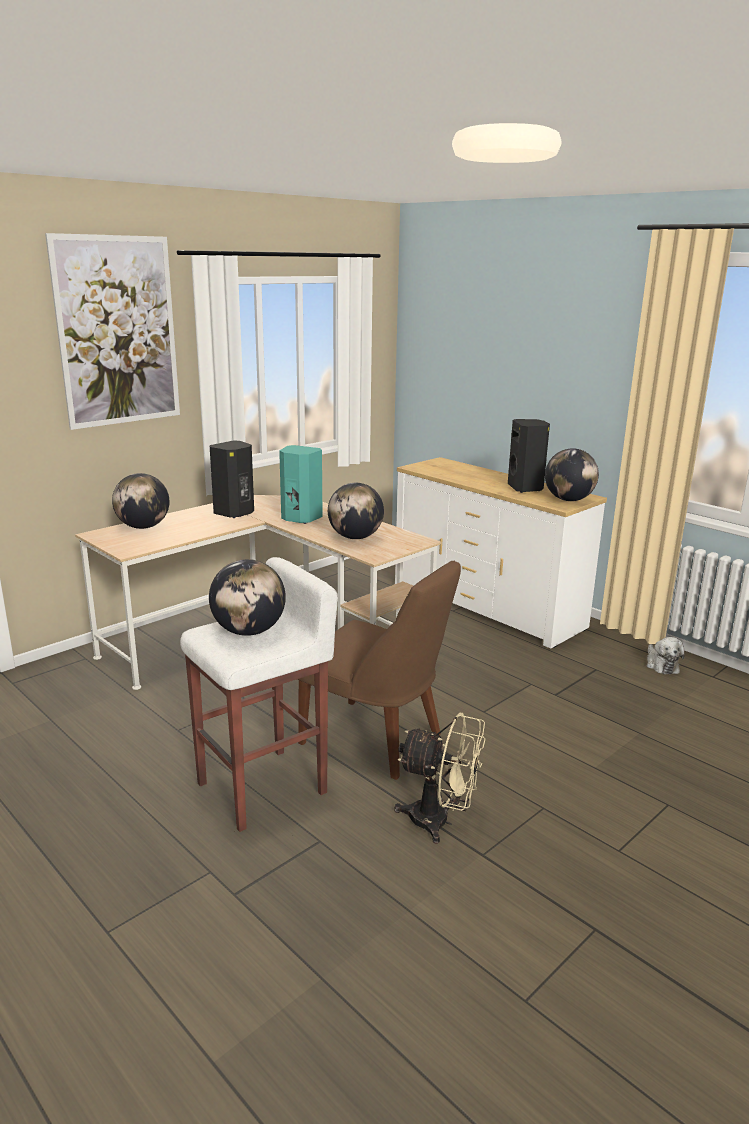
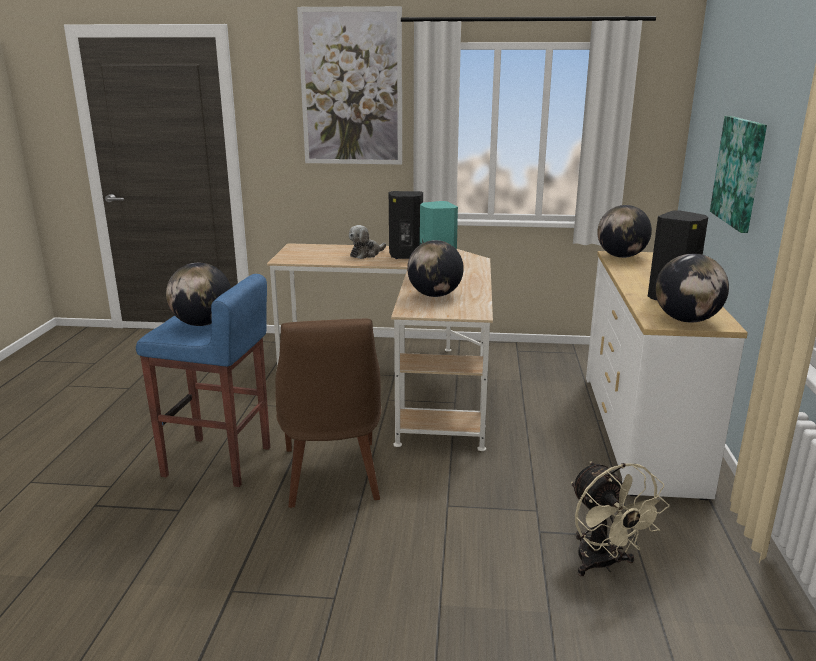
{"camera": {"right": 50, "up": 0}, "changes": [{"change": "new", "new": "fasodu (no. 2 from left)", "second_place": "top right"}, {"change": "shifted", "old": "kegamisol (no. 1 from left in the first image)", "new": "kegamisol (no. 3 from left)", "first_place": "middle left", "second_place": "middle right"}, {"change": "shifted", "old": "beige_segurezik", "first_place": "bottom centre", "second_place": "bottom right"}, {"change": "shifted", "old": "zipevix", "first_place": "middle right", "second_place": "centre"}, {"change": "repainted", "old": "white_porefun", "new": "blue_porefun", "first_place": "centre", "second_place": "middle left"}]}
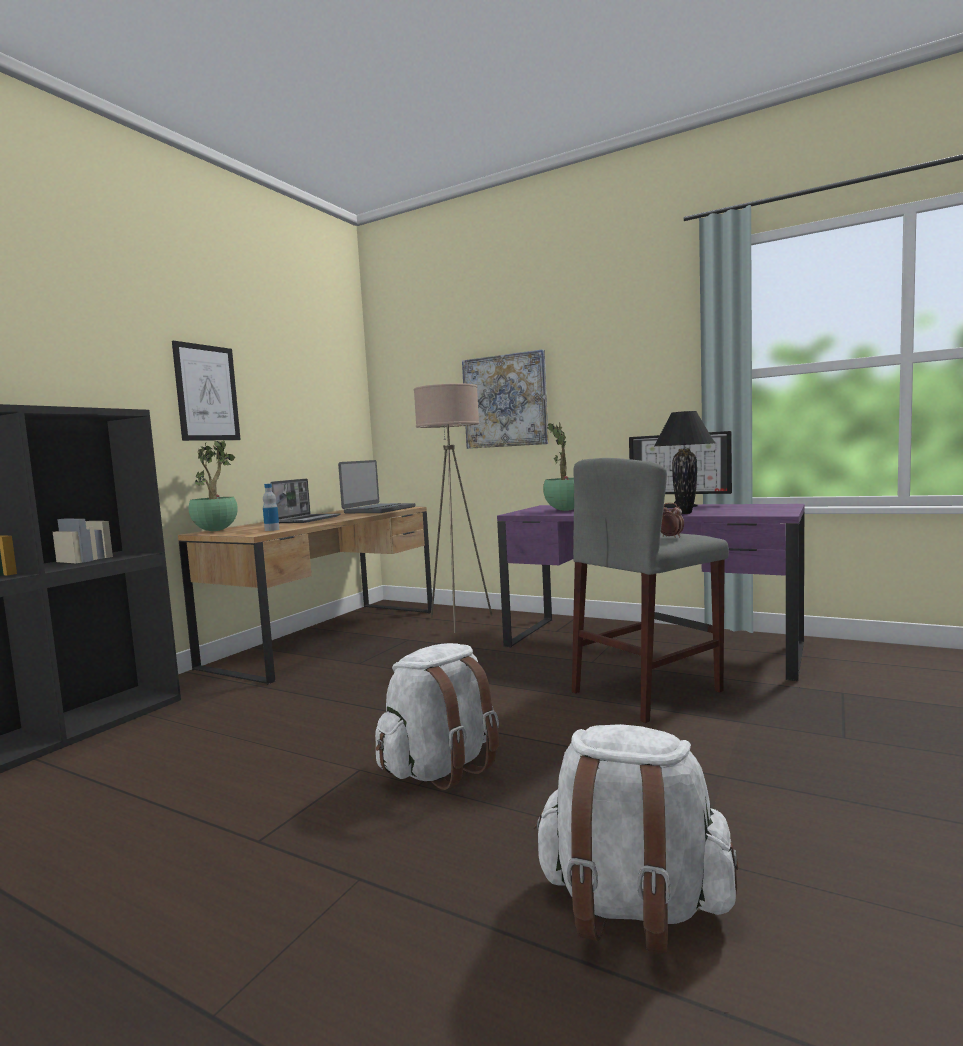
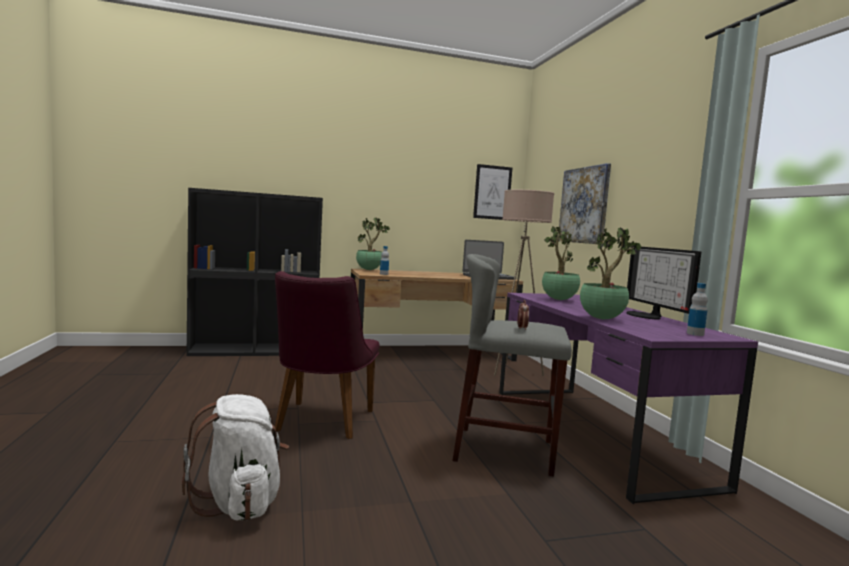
{"camera": {"right": 45, "up": 0}, "changes": [{"change": "gone", "old": "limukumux (no. 1 from left)", "first_place": "middle left"}, {"change": "new", "new": "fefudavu (no. 2 from left)", "second_place": "middle right"}, {"change": "shifted", "old": "fasodu (no. 1 from left)", "first_place": "middle left", "second_place": "centre"}, {"change": "swapped", "old": "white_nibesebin (no. 1 from left)", "new": "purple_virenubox", "first_place": "bottom centre", "second_place": "centre"}, {"change": "swapped", "old": "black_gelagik", "new": "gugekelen (no. 3 from left)", "first_place": "middle right", "second_place": "middle right"}]}
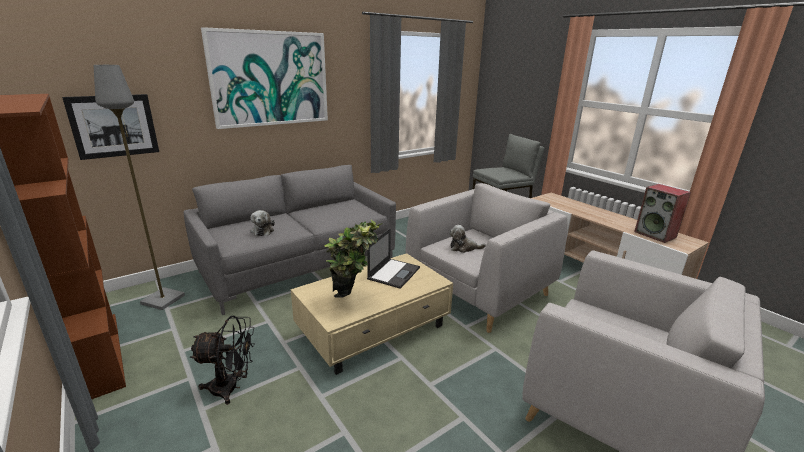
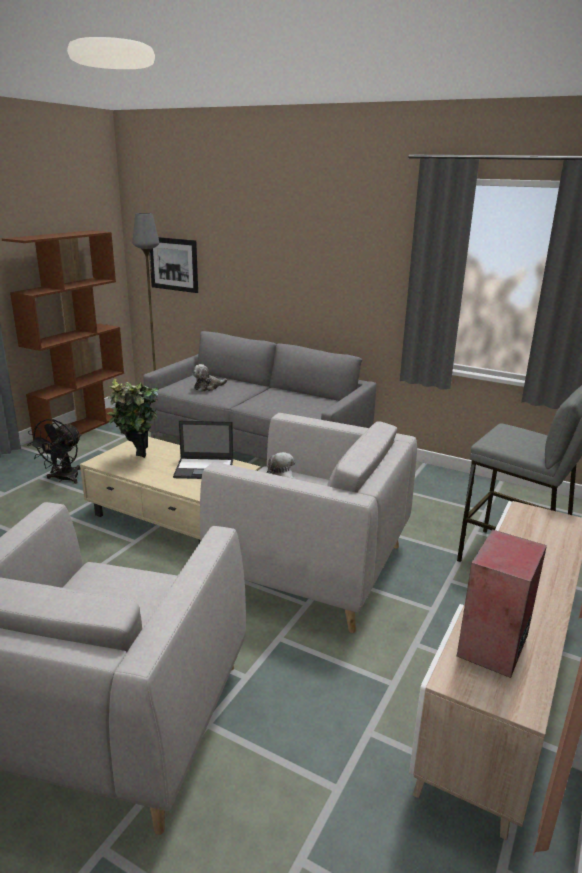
{"camera": {"right": 65, "up": 0}, "changes": [{"change": "gone", "old": "fasodu (no. 2 from left)", "first_place": "top left"}, {"change": "rotated", "old": "black_segurezik", "first_place": "bottom left", "second_place": "middle left", "degrees": 45}]}
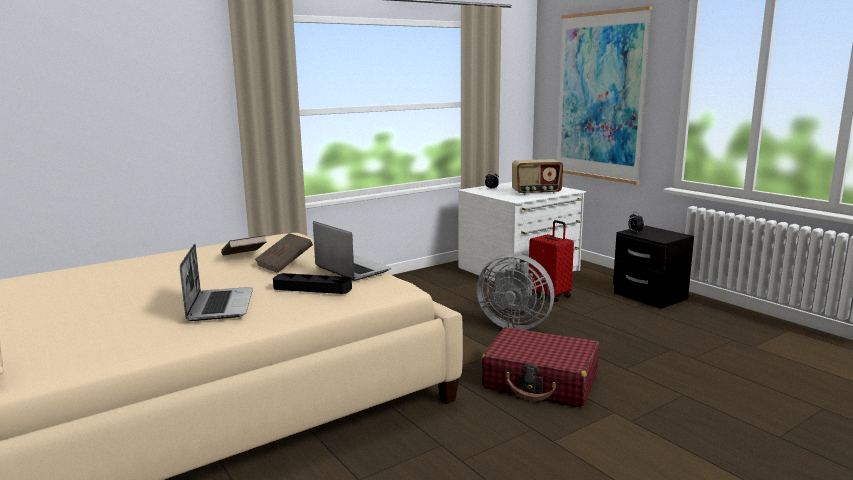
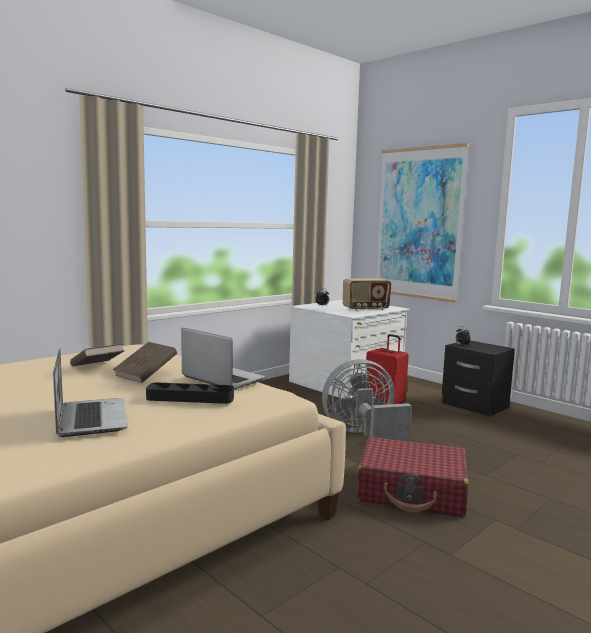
{"camera": {"right": -10, "up": -5}, "changes": [{"change": "rotated", "old": "grey_segurezik", "first_place": "centre", "second_place": "centre", "degrees": 150}]}
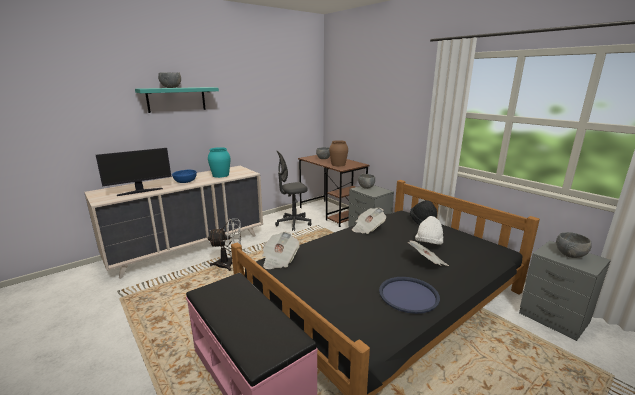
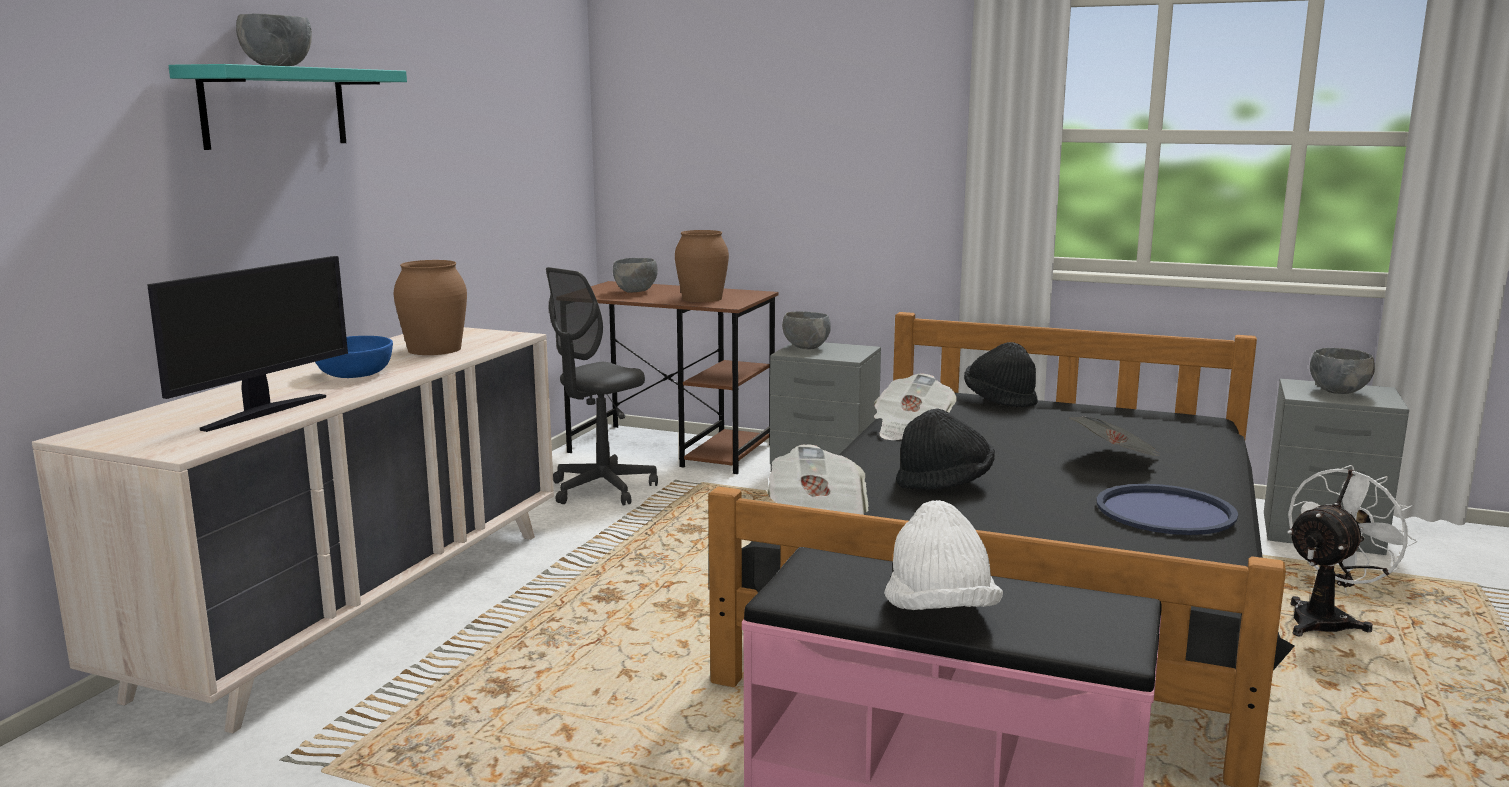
{"camera": {"right": -30, "up": -5}, "changes": [{"change": "new", "new": "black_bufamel (no. 1 from left)", "second_place": "centre"}, {"change": "shifted", "old": "white_segurezik", "first_place": "centre", "second_place": "bottom right"}, {"change": "shifted", "old": "white_bufamel", "first_place": "middle right", "second_place": "bottom centre"}, {"change": "repainted", "old": "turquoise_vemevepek", "new": "brown_vemevepek (no. 1 from left)", "first_place": "centre", "second_place": "middle left"}]}
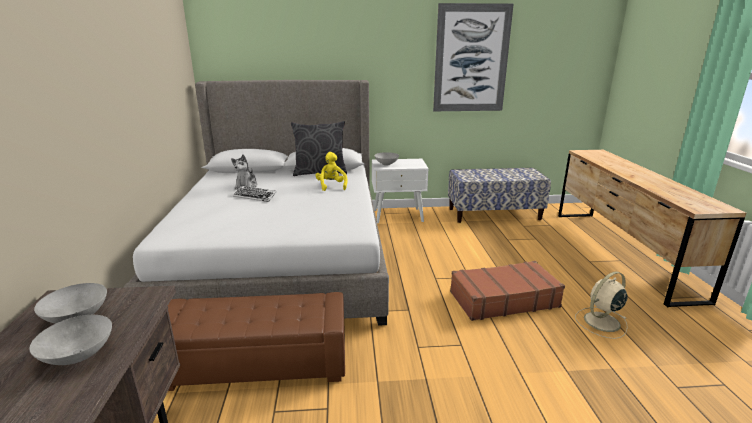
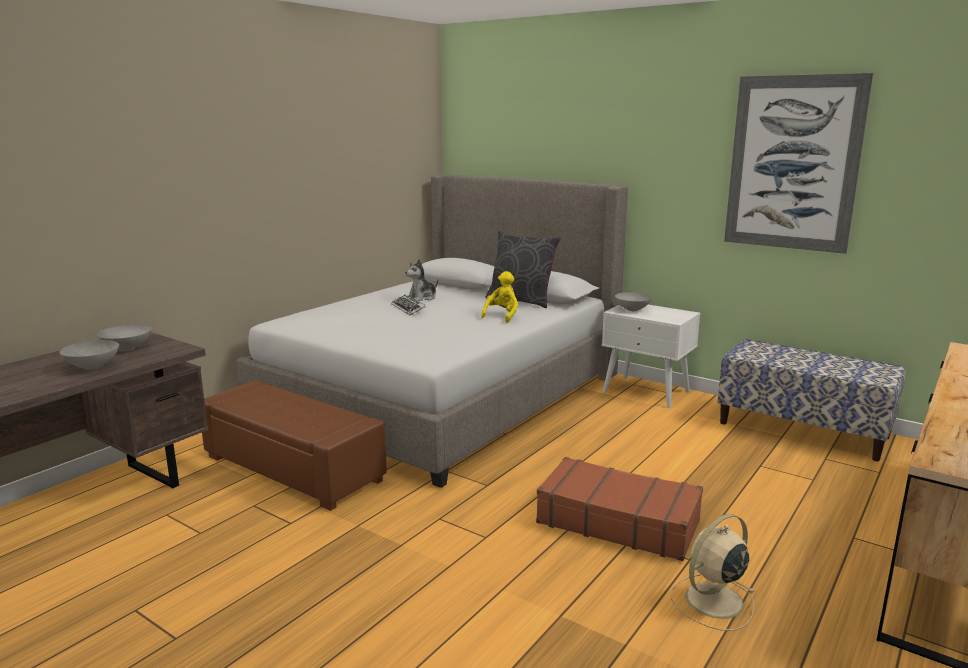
{"camera": {"right": 40, "up": -5}, "changes": [{"change": "rotated", "old": "beige_segurezik", "first_place": "bottom right", "second_place": "bottom right", "degrees": -45}]}
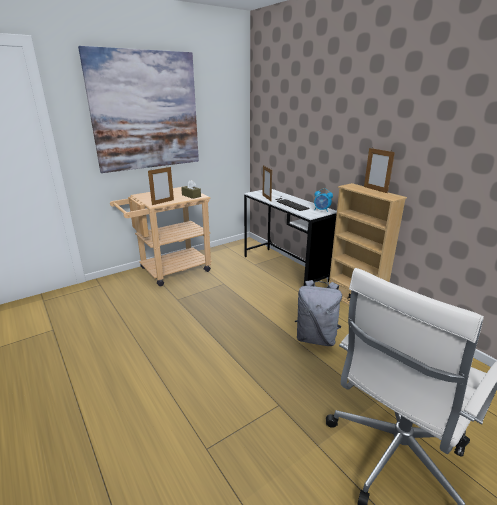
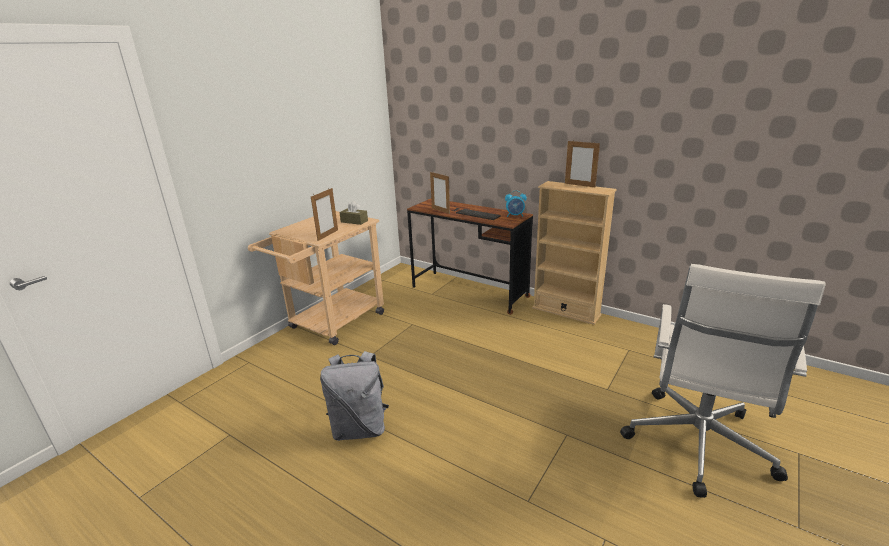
{"camera": {"right": -20, "up": 0}, "changes": [{"change": "gone", "old": "fasodu", "first_place": "top left"}, {"change": "shifted", "old": "grey_nibesebin", "first_place": "centre", "second_place": "bottom centre"}, {"change": "repainted", "old": "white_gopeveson", "new": "brown_gopeveson", "first_place": "centre", "second_place": "centre"}]}
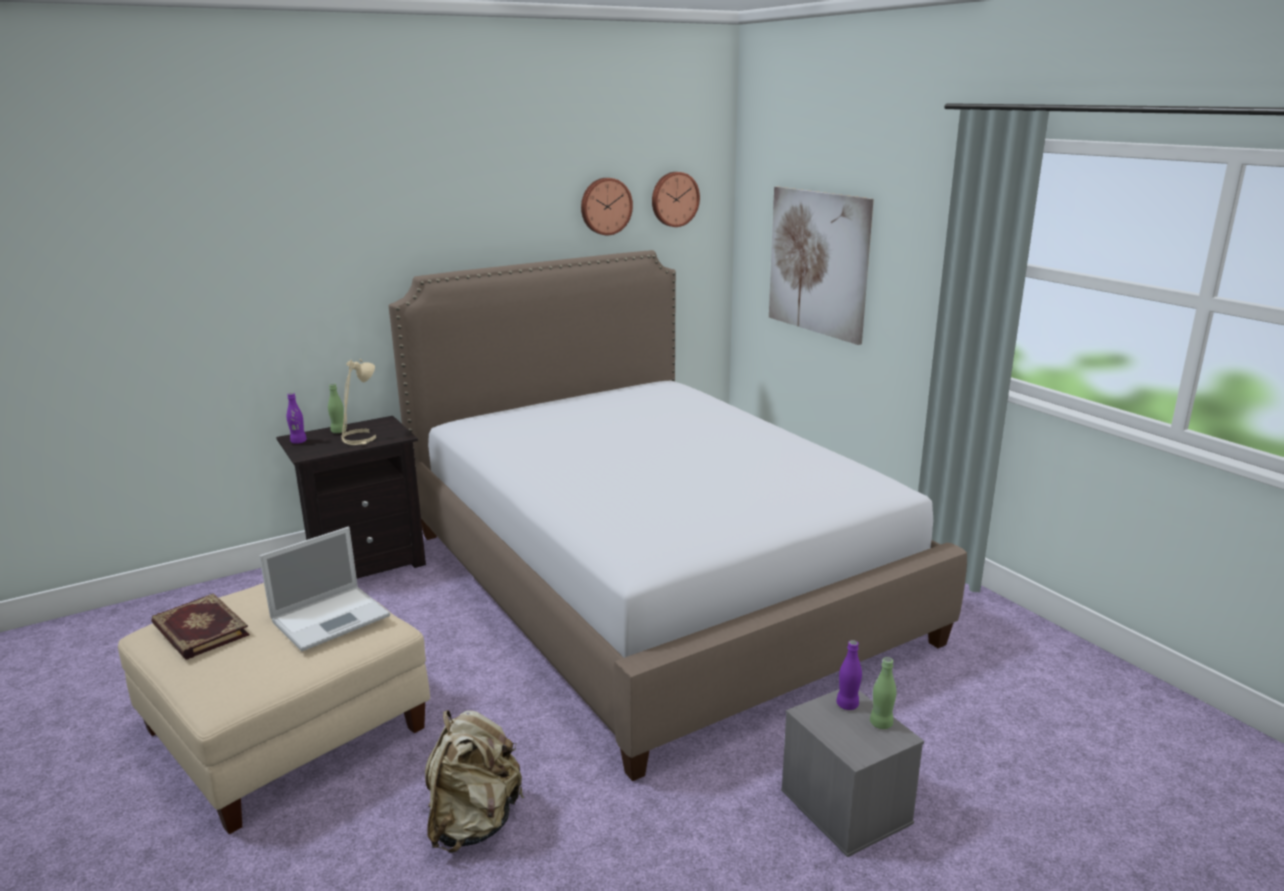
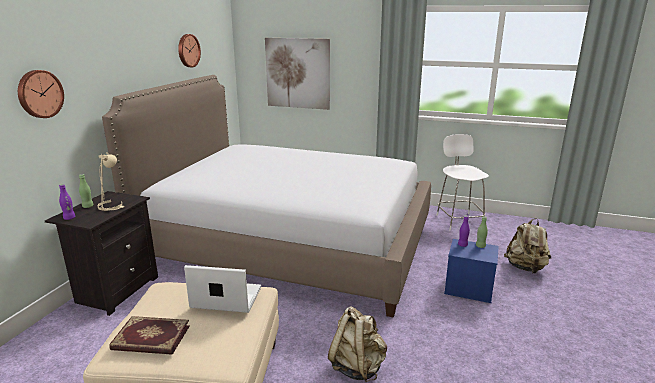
{"camera": {"right": -40, "up": 0}, "changes": [{"change": "new", "new": "white_virenubox", "second_place": "middle right"}, {"change": "new", "new": "beige_nibesebin (no. 2 from left)", "second_place": "middle right"}, {"change": "shifted", "old": "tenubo (no. 2 from left in the first image)", "new": "tenubo (no. 1 from left)", "first_place": "top centre", "second_place": "top left"}, {"change": "repainted", "old": "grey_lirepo", "new": "blue_lirepo", "first_place": "bottom centre", "second_place": "bottom right"}, {"change": "rotated", "old": "limukumux", "first_place": "middle left", "second_place": "bottom centre", "degrees": -90}]}
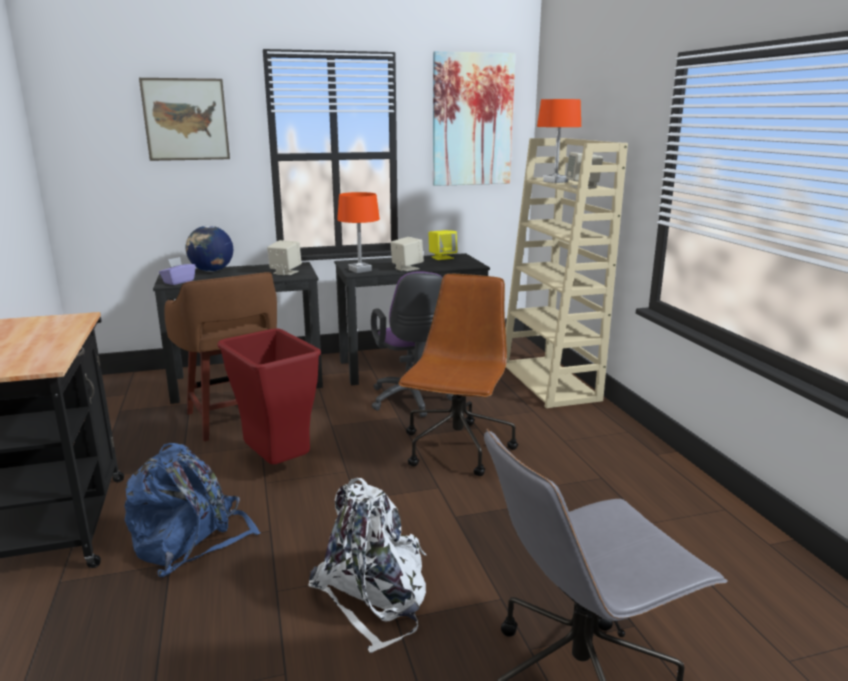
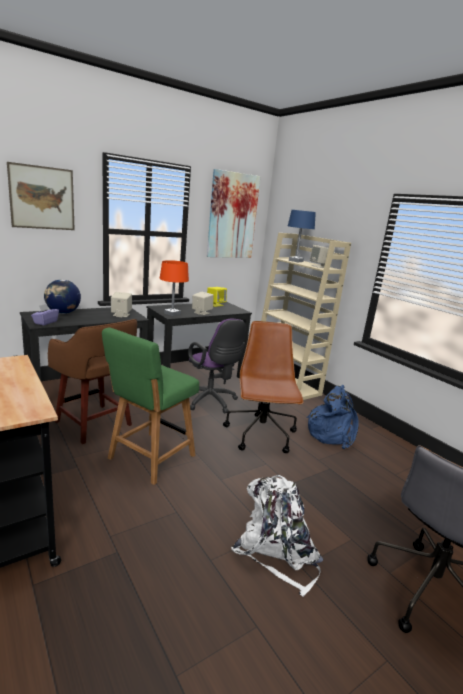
{"camera": {"right": -20, "up": 0}, "changes": [{"change": "shifted", "old": "blue_nibesebin", "first_place": "bottom left", "second_place": "middle right"}, {"change": "swapped", "old": "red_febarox", "new": "green_virenubox", "first_place": "middle left", "second_place": "middle left"}, {"change": "repainted", "old": "orange_gelagik (no. 2 from left)", "new": "blue_gelagik", "first_place": "top centre", "second_place": "centre"}]}
